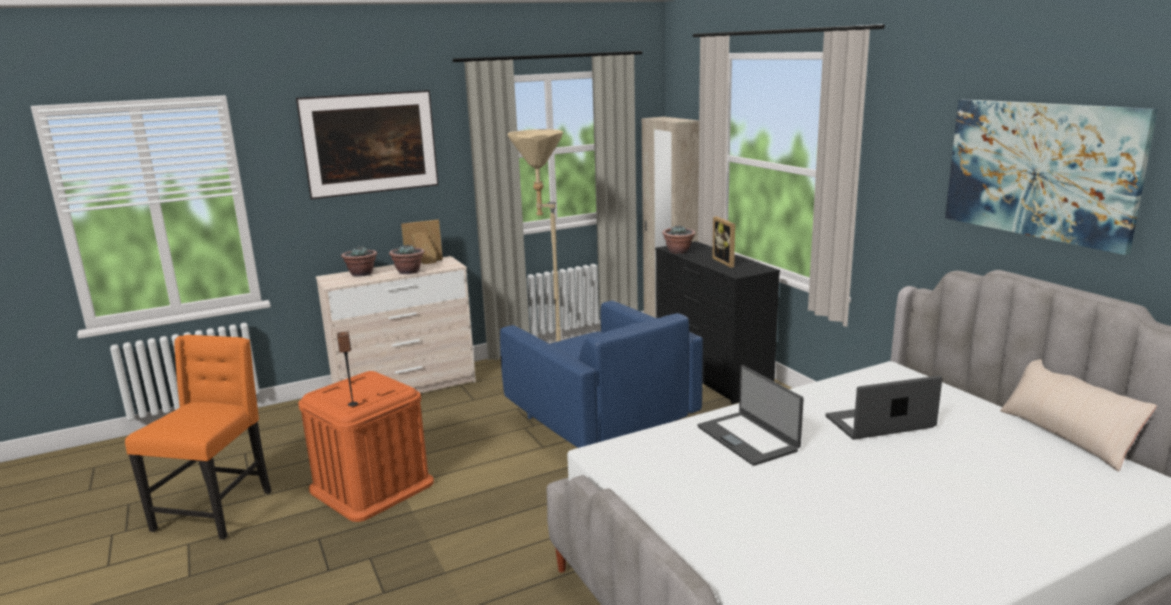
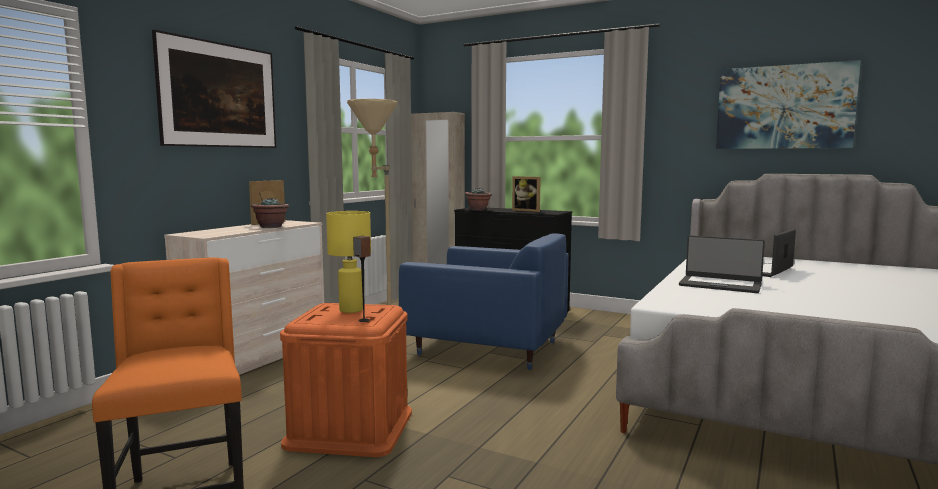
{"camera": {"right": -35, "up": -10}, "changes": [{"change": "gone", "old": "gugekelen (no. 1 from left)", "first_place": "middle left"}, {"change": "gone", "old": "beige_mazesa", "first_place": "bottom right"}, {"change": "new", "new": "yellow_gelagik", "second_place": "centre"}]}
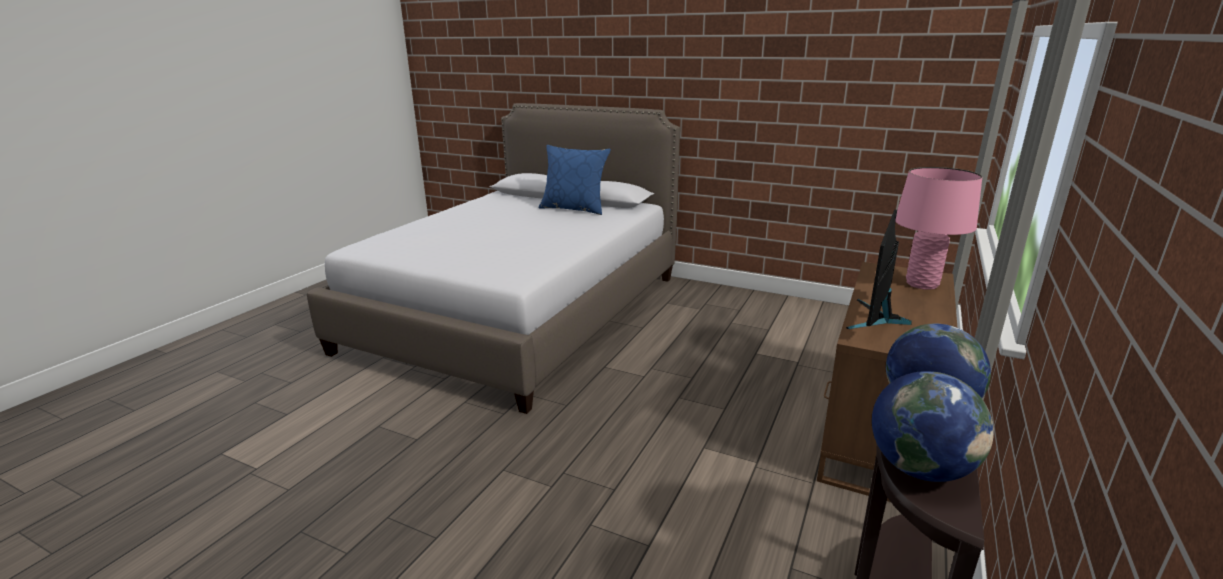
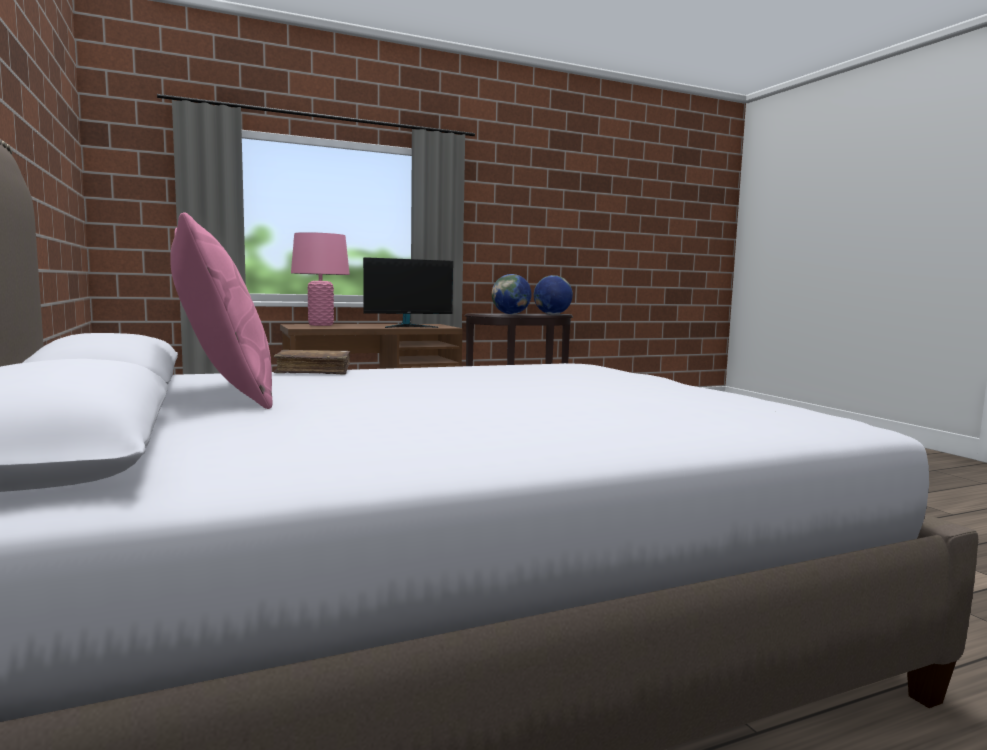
{"camera": {"right": -140, "up": -15}, "changes": [{"change": "new", "new": "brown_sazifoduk", "second_place": "middle left"}, {"change": "repainted", "old": "blue_mazesa", "new": "pink_mazesa", "first_place": "top centre", "second_place": "middle left"}]}
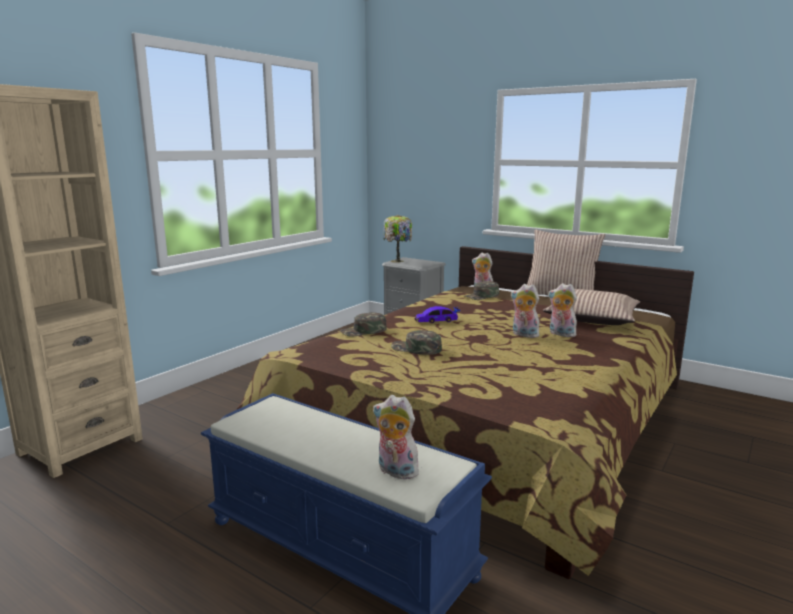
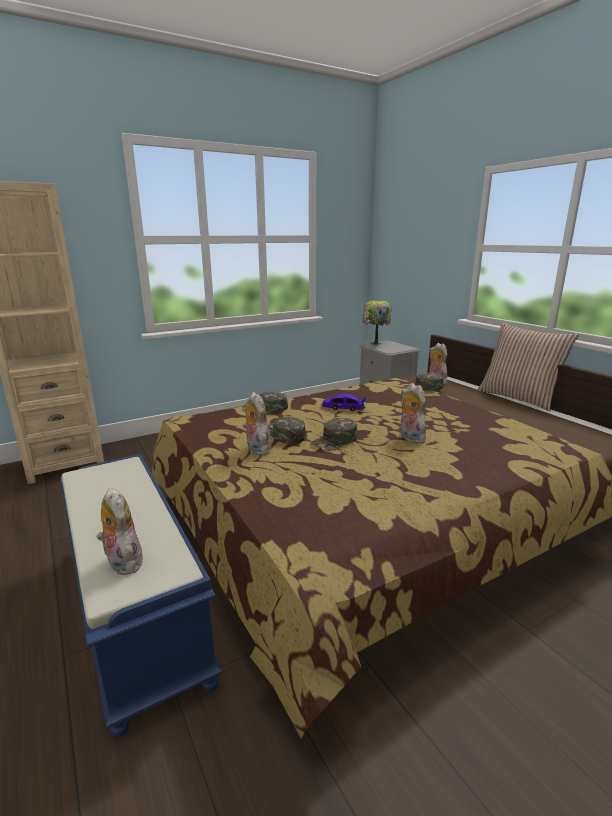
{"camera": {"right": 25, "up": 5}, "changes": [{"change": "gone", "old": "mazesa (no. 2 from left)", "first_place": "middle right"}, {"change": "new", "new": "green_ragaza (no. 3 from left)", "second_place": "centre"}, {"change": "shifted", "old": "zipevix (no. 4 from left in the first image)", "new": "zipevix (no. 2 from left)", "first_place": "middle right", "second_place": "centre"}]}
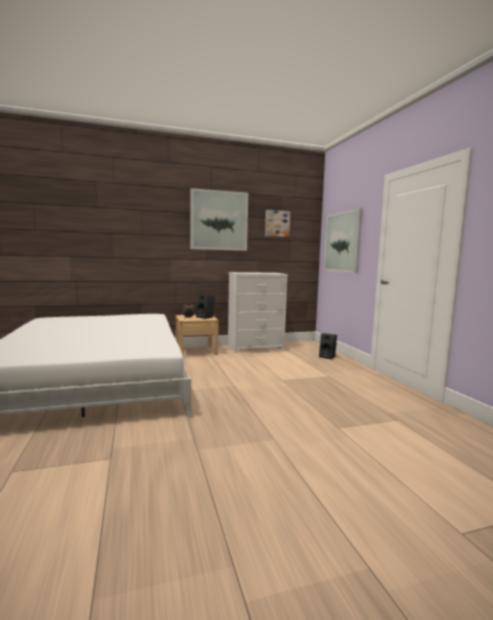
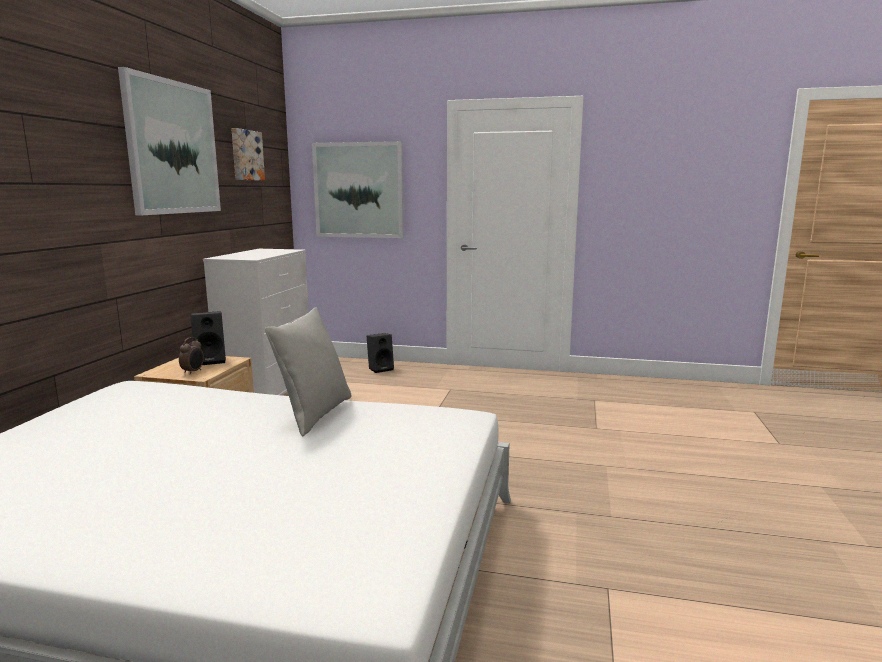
{"camera": {"right": -60, "up": 5}, "changes": [{"change": "new", "new": "grey_mazesa", "second_place": "centre"}]}
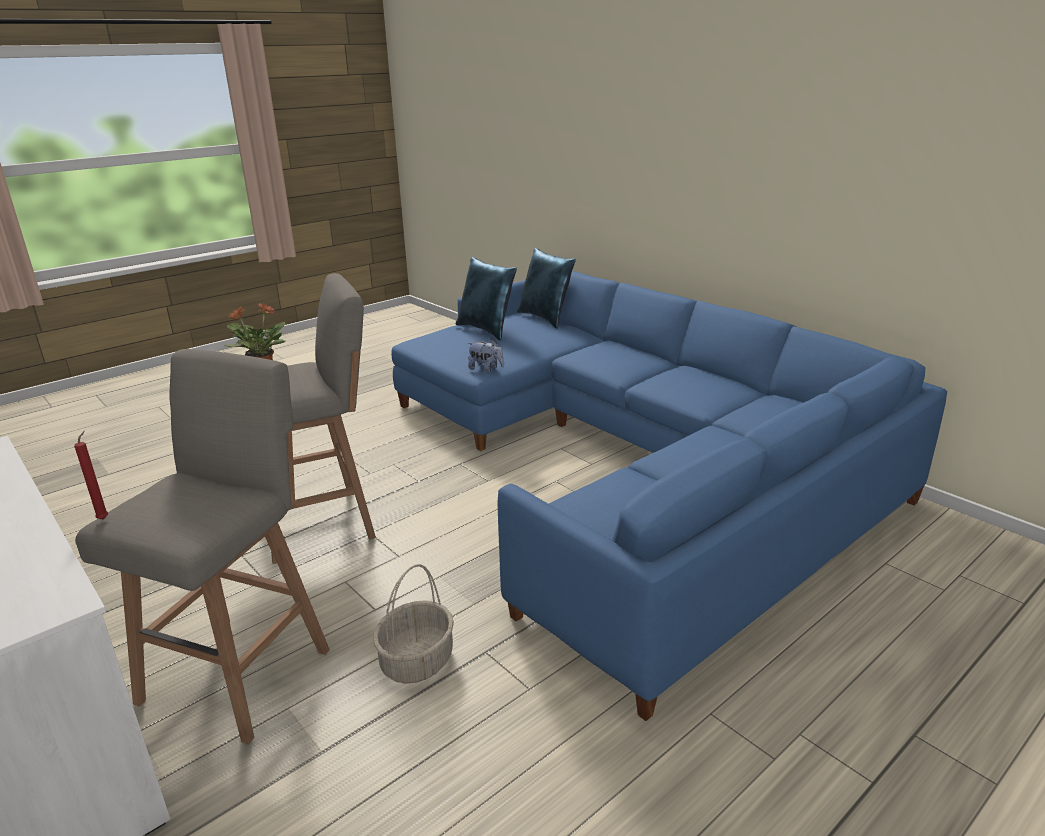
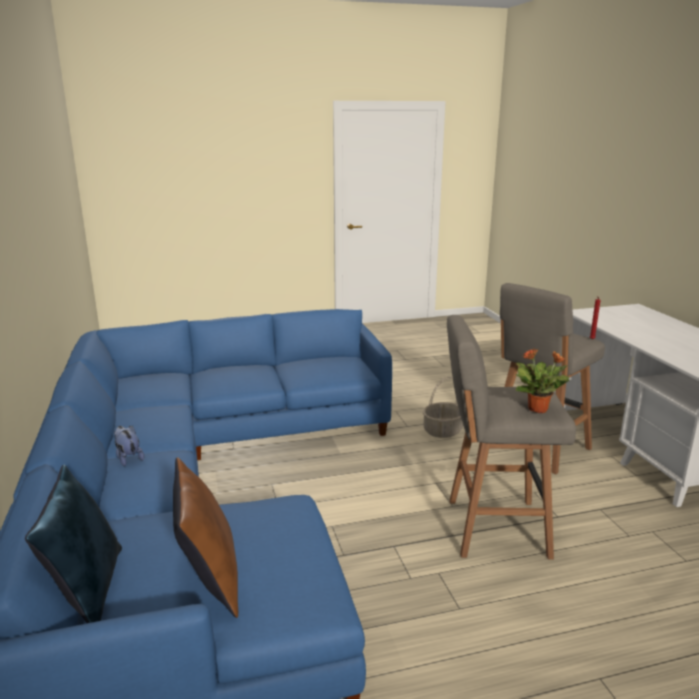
{"camera": {"right": -155, "up": -5}, "changes": [{"change": "shifted", "old": "zipevix", "first_place": "centre", "second_place": "middle left"}, {"change": "repainted", "old": "blue_mazesa (no. 1 from left)", "new": "brown_mazesa", "first_place": "centre", "second_place": "bottom left"}]}
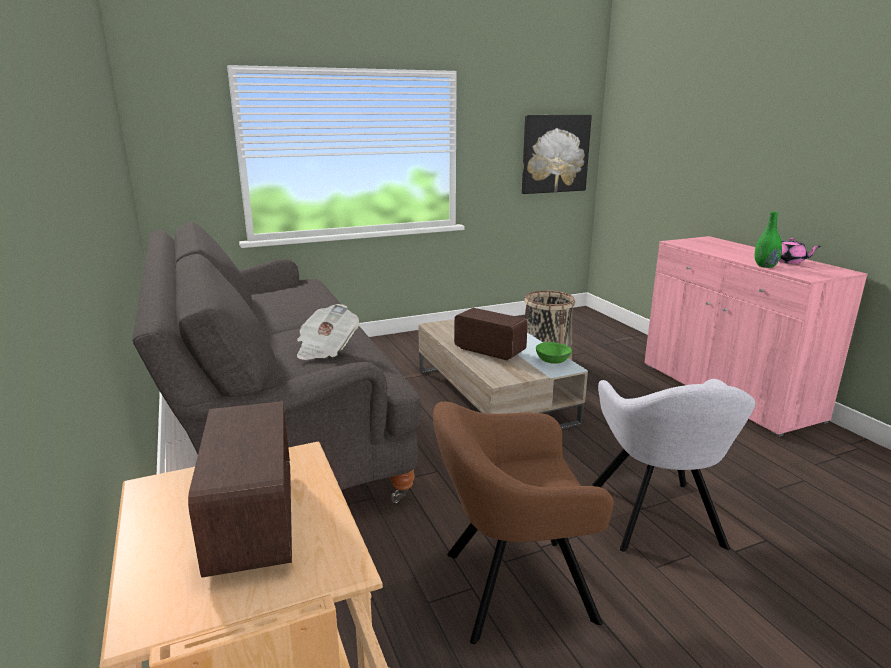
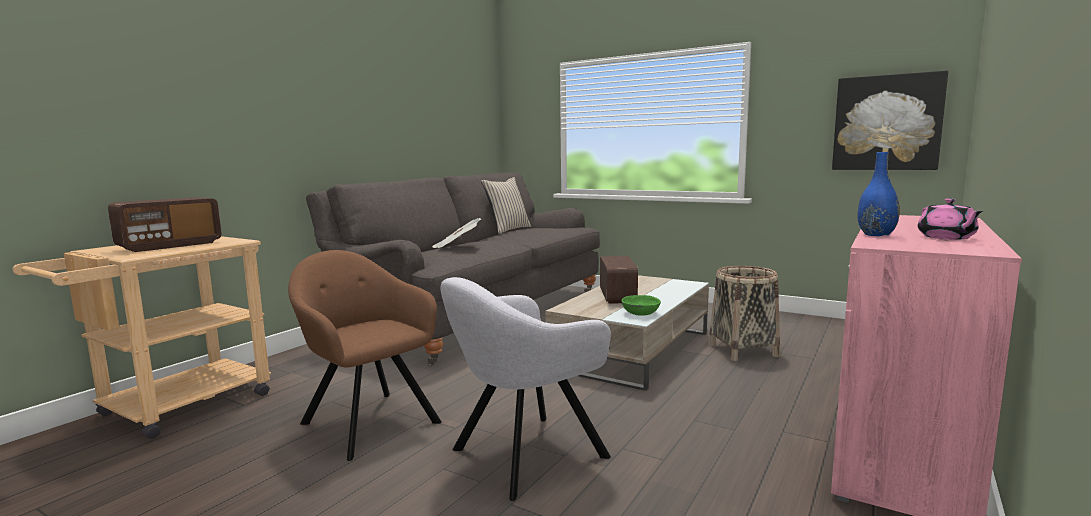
{"camera": {"right": 55, "up": -10}, "changes": [{"change": "new", "new": "beige_mazesa", "second_place": "centre"}, {"change": "repainted", "old": "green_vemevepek", "new": "blue_vemevepek", "first_place": "middle right", "second_place": "middle right"}]}
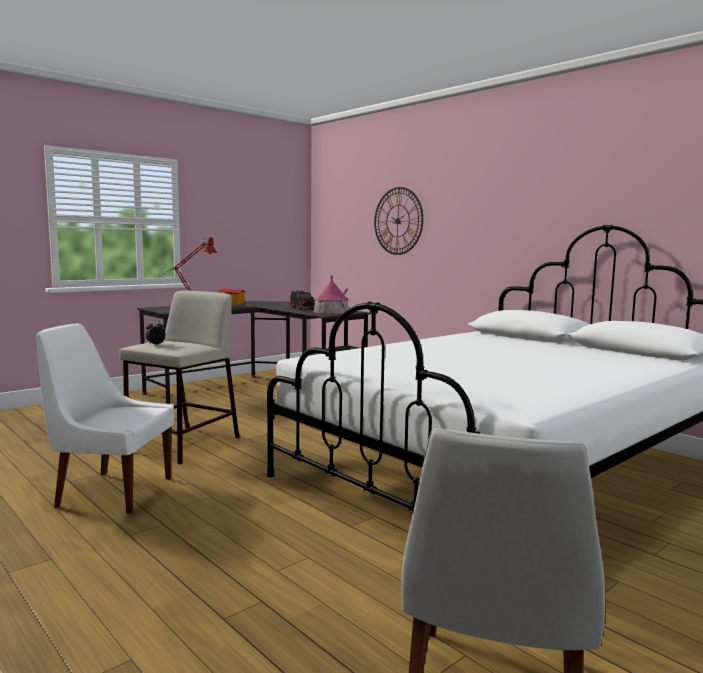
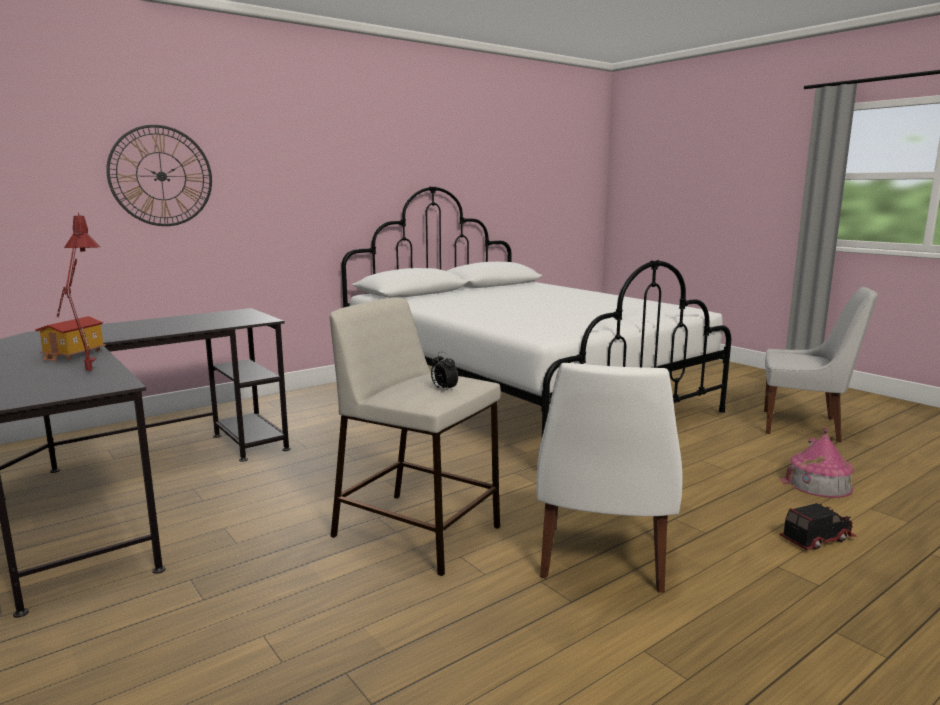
{"camera": {"right": -85, "up": 5}, "changes": [{"change": "shifted", "old": "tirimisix", "first_place": "centre", "second_place": "bottom right"}, {"change": "shifted", "old": "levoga (no. 2 from left)", "first_place": "centre", "second_place": "middle right"}]}
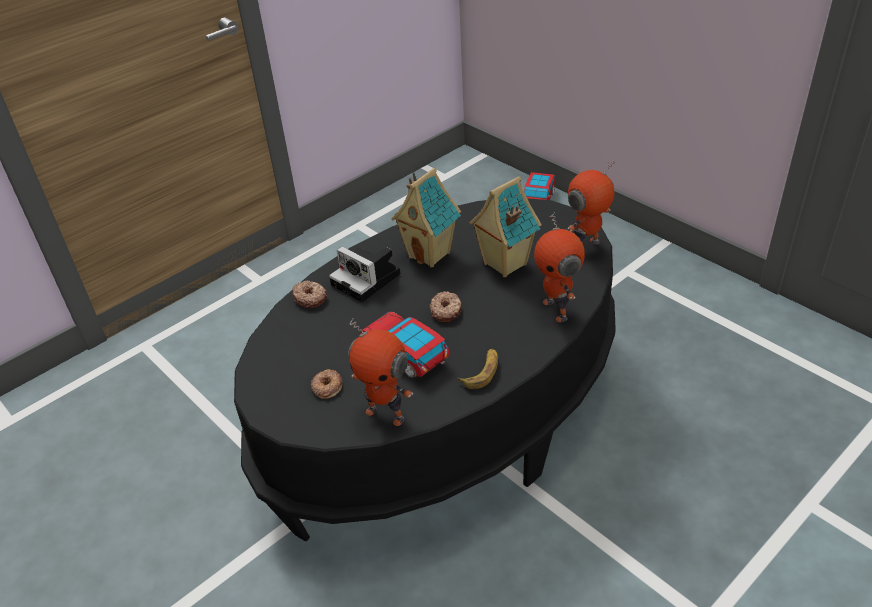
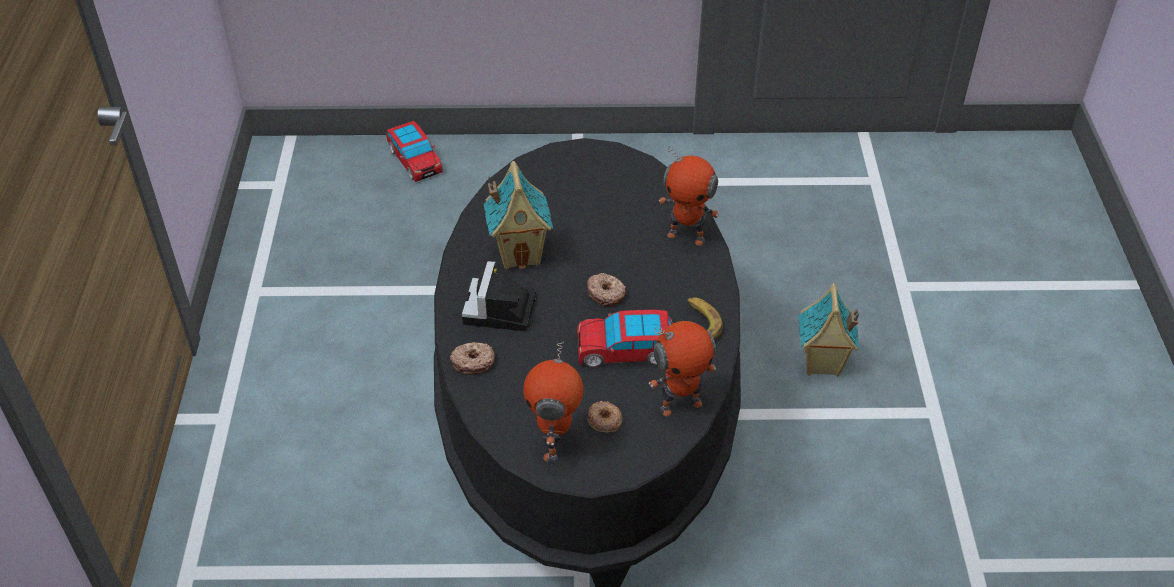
{"camera": {"right": -50, "up": 5}, "changes": [{"change": "shifted", "old": "levoga (no. 2 from left)", "first_place": "centre", "second_place": "middle right"}, {"change": "shifted", "old": "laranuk (no. 3 from left in the first image)", "new": "laranuk (no. 1 from left)", "first_place": "middle right", "second_place": "bottom centre"}, {"change": "rotated", "old": "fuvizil", "first_place": "centre", "second_place": "centre", "degrees": 105}]}
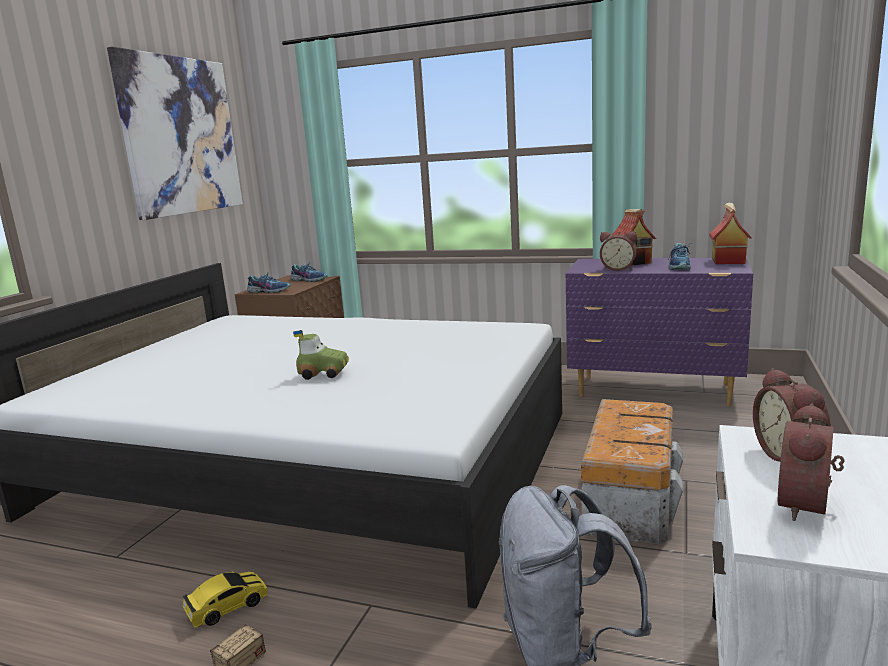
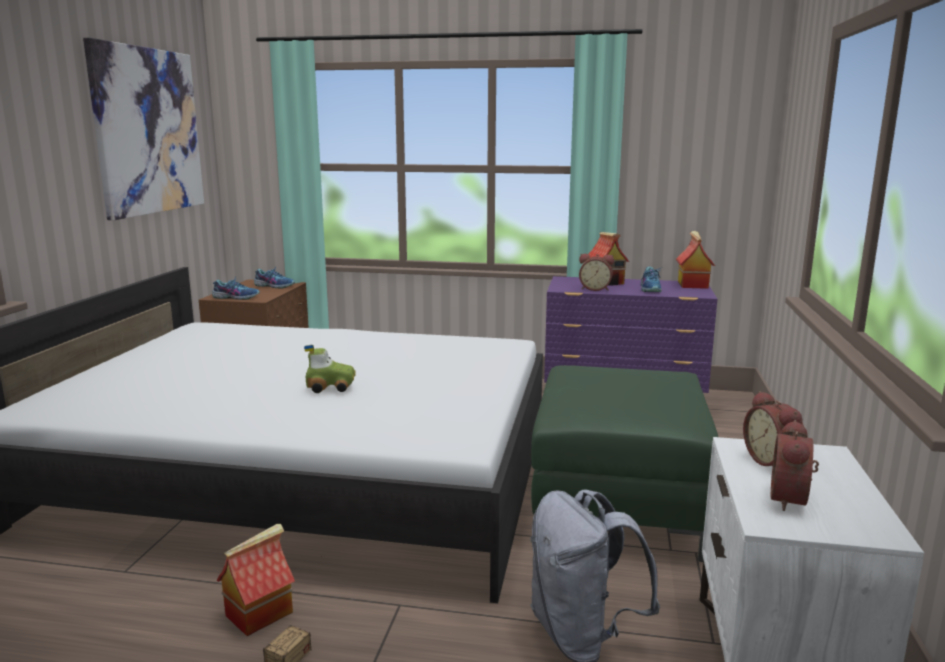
{"camera": {"right": -10, "up": 0}, "changes": [{"change": "swapped", "old": "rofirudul (no. 1 from left)", "new": "levoga (no. 1 from left)", "first_place": "bottom left", "second_place": "bottom left"}, {"change": "swapped", "old": "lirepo (no. 2 from left)", "new": "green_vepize", "first_place": "bottom right", "second_place": "bottom centre"}]}
